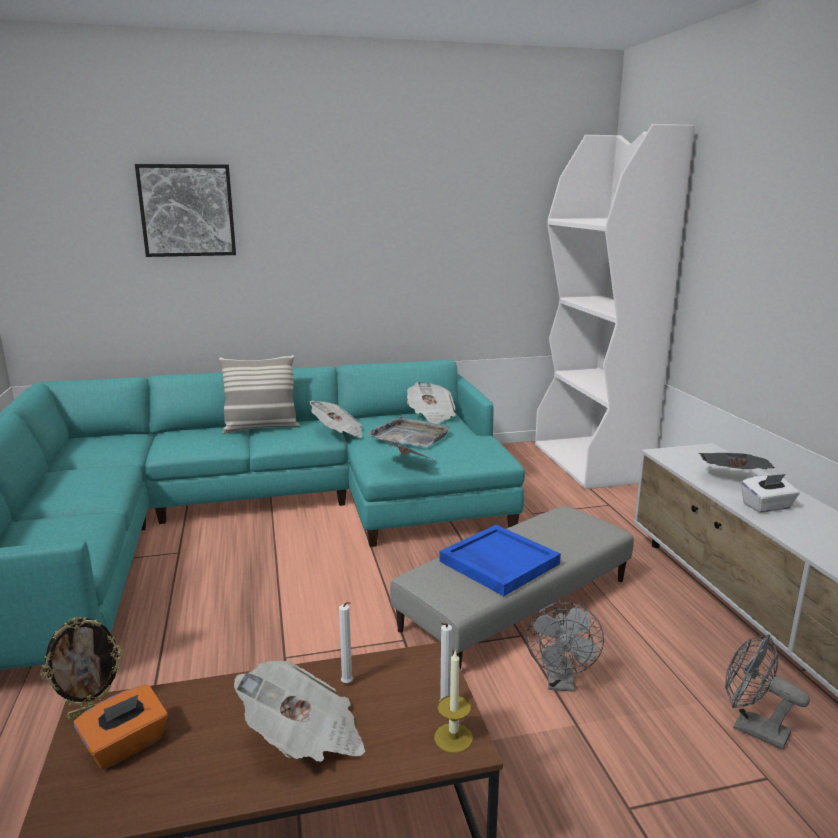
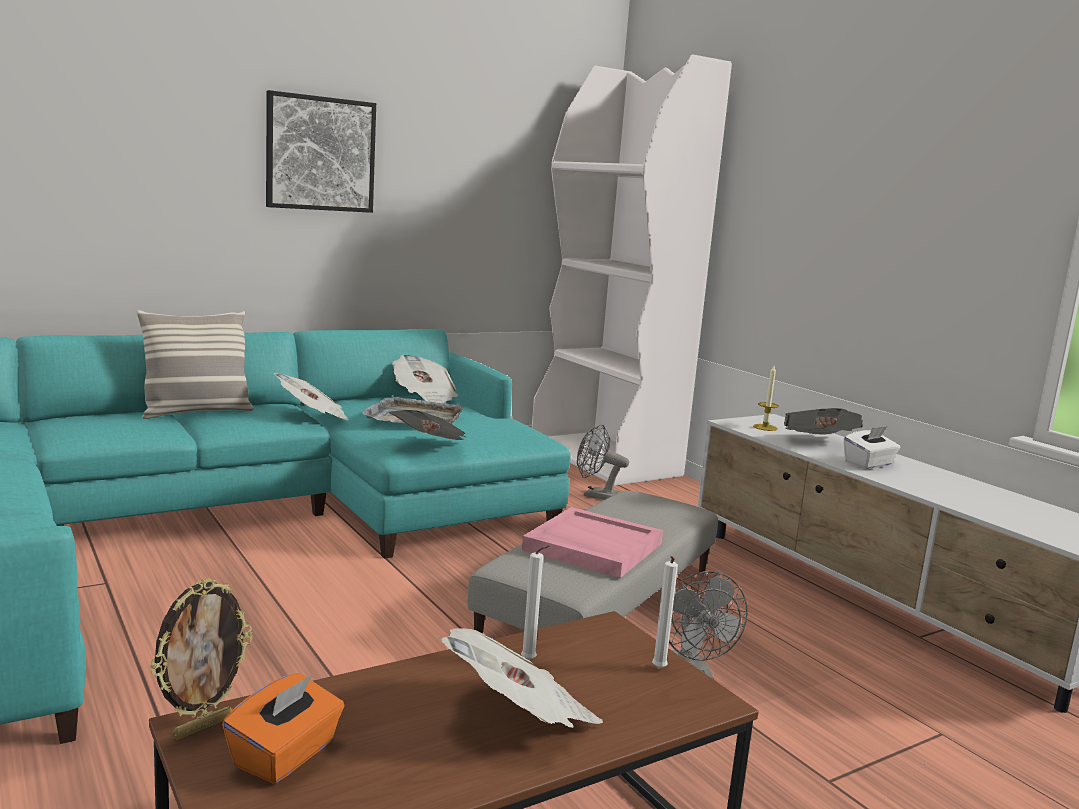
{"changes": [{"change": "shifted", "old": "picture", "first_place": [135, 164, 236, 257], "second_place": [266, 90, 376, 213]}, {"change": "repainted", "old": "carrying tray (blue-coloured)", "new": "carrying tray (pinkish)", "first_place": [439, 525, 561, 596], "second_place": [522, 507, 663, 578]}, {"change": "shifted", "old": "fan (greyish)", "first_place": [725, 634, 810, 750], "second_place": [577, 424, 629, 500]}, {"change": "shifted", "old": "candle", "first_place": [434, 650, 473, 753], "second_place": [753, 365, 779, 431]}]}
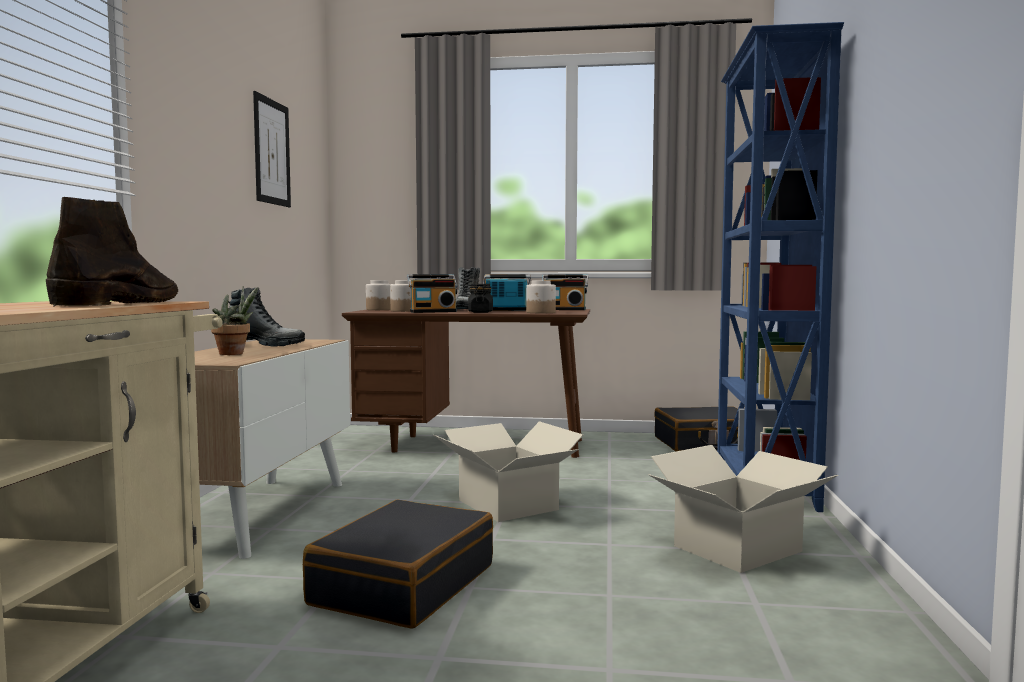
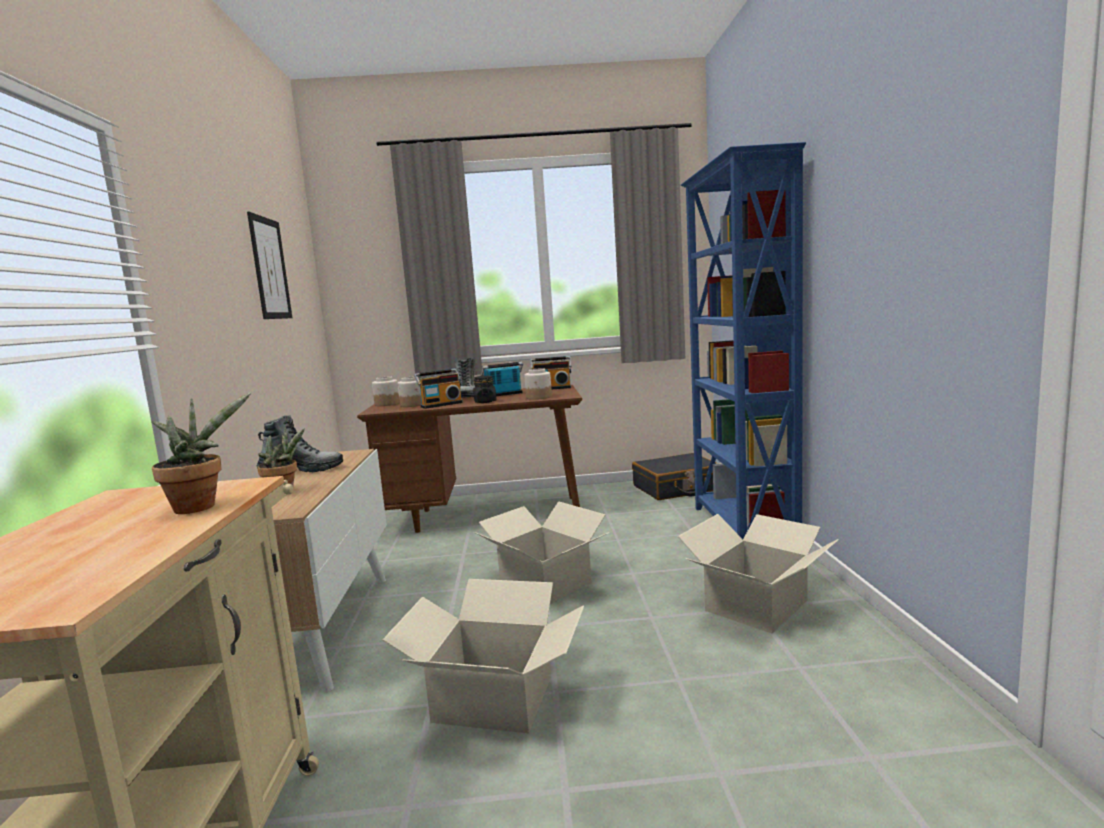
{"changes": [{"change": "swapped", "old": "high-top boot (brown)", "new": "houseplant", "first_place": [46, 197, 178, 306], "second_place": [151, 393, 251, 514]}, {"change": "swapped", "old": "piece of luggage (blackish)", "new": "cardboard box", "first_place": [303, 500, 493, 629], "second_place": [382, 579, 584, 733]}]}
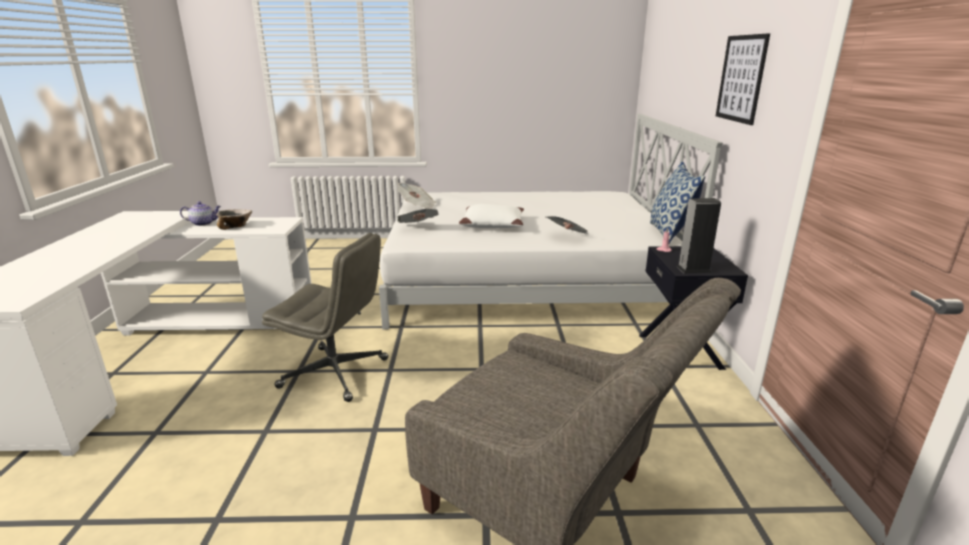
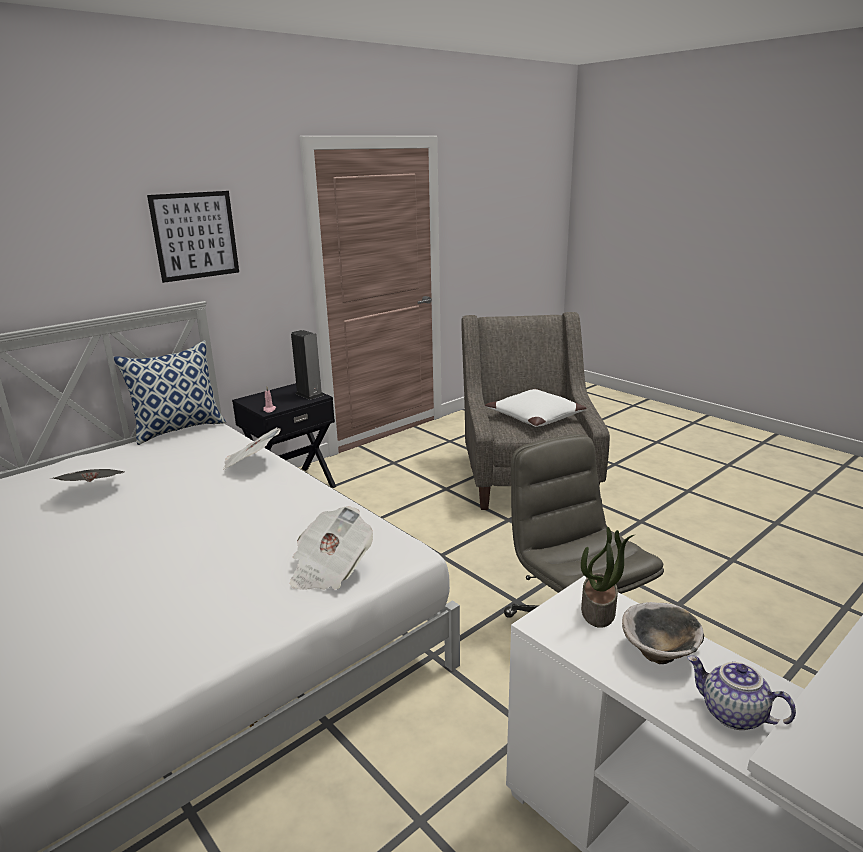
{"changes": [{"change": "shifted", "old": "printed paper", "first_place": [397, 183, 436, 209], "second_place": [53, 469, 124, 482]}, {"change": "shifted", "old": "throw pillow (white)", "first_place": [459, 204, 524, 228], "second_place": [485, 389, 587, 427]}, {"change": "new", "new": "houseplant", "second_place": [581, 527, 634, 628]}]}
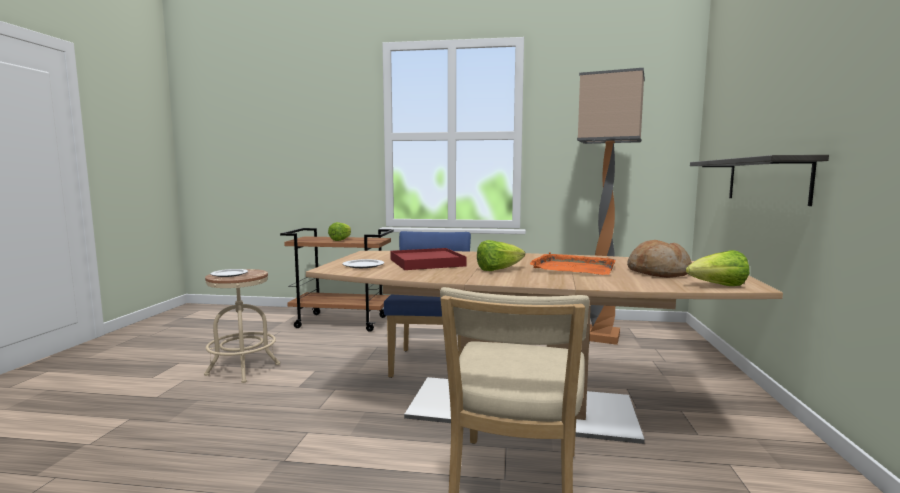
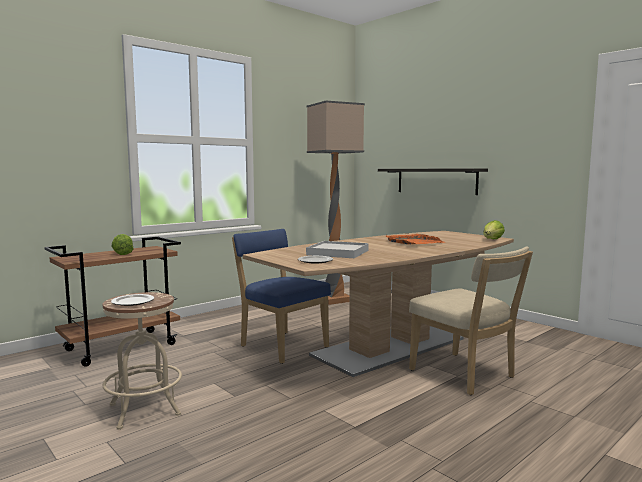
{"changes": [{"change": "gone", "old": "lettuce", "first_place": [477, 240, 525, 271]}, {"change": "gone", "old": "bakery bread", "first_place": [627, 240, 692, 278]}, {"change": "repainted", "old": "carrying tray (reddish)", "new": "carrying tray (white)", "first_place": [390, 248, 467, 270], "second_place": [306, 241, 369, 258]}]}
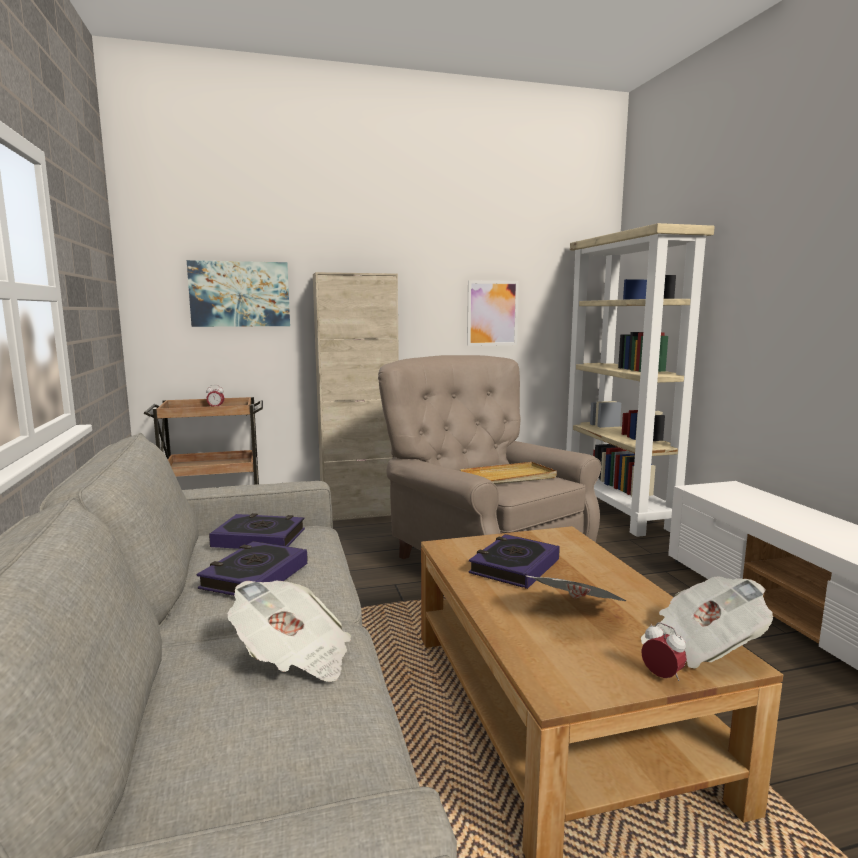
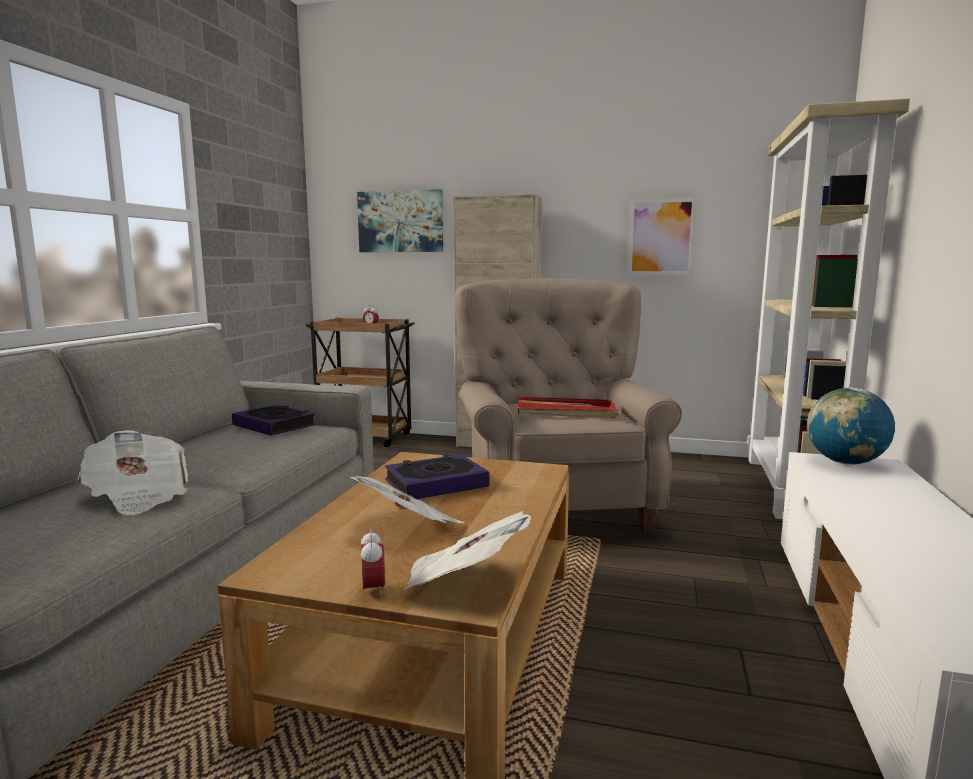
{"changes": [{"change": "repainted", "old": "carrying tray (beige-coloured)", "new": "carrying tray (reddish)", "first_place": [460, 462, 557, 485], "second_place": [518, 397, 618, 418]}, {"change": "gone", "old": "bound book", "first_place": [197, 541, 308, 596]}, {"change": "new", "new": "world globe", "second_place": [807, 387, 895, 465]}]}
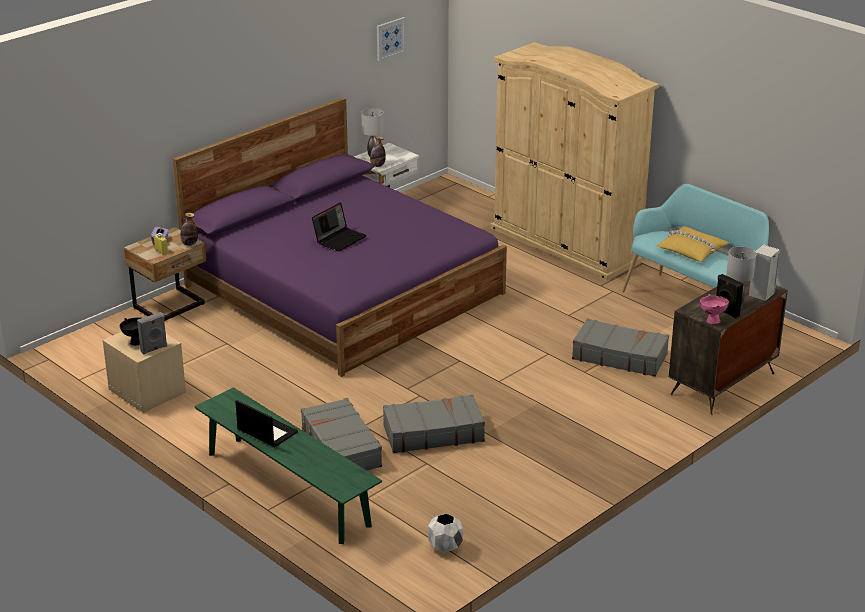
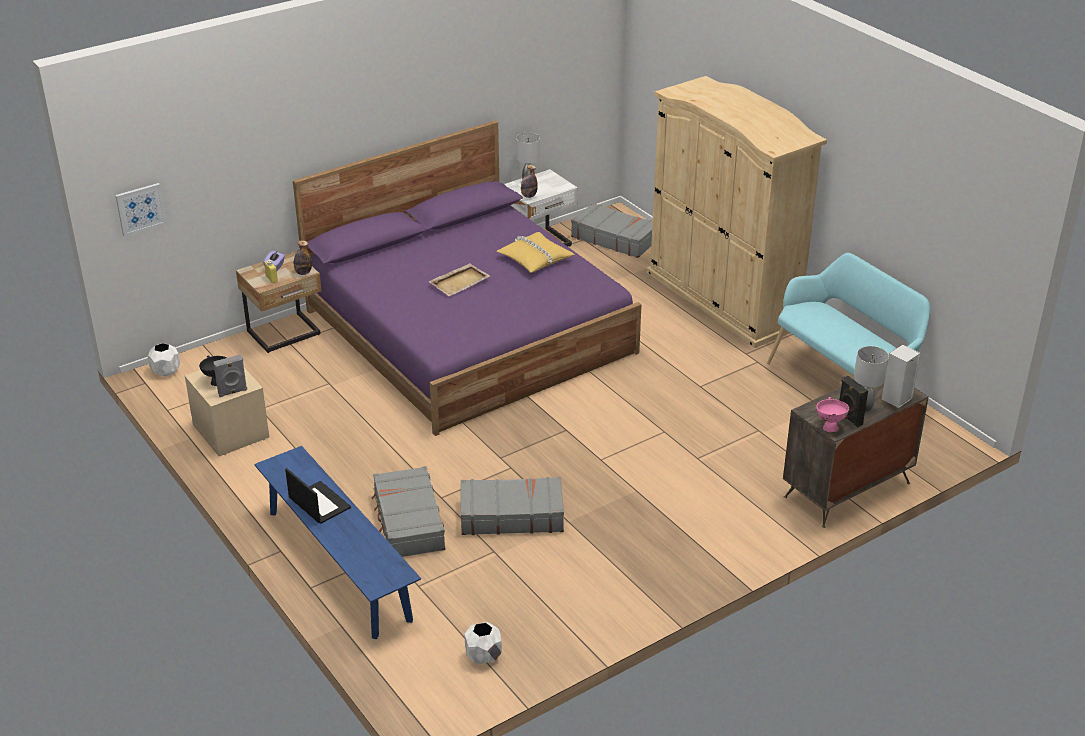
{"changes": [{"change": "shifted", "old": "picture", "first_place": [377, 17, 406, 61], "second_place": [115, 183, 167, 236]}, {"change": "swapped", "old": "portable computer", "new": "carrying tray (beige-coloured)", "first_place": [312, 202, 367, 252], "second_place": [429, 263, 490, 296]}, {"change": "shifted", "old": "throw pillow (yellow)", "first_place": [656, 226, 729, 262], "second_place": [497, 232, 575, 273]}, {"change": "shifted", "old": "piece of luggage (greyish)", "first_place": [572, 318, 669, 377], "second_place": [571, 203, 653, 258]}, {"change": "repainted", "old": "indoor bench (green-coloured)", "new": "indoor bench (blue-coloured)", "first_place": [194, 387, 382, 544], "second_place": [255, 446, 421, 639]}, {"change": "new", "new": "plant pot (white)", "second_place": [148, 343, 180, 377]}]}
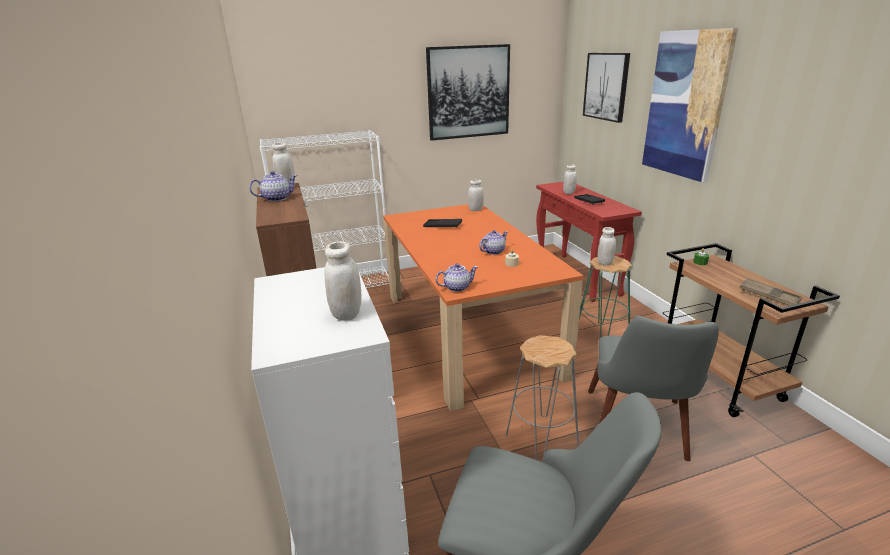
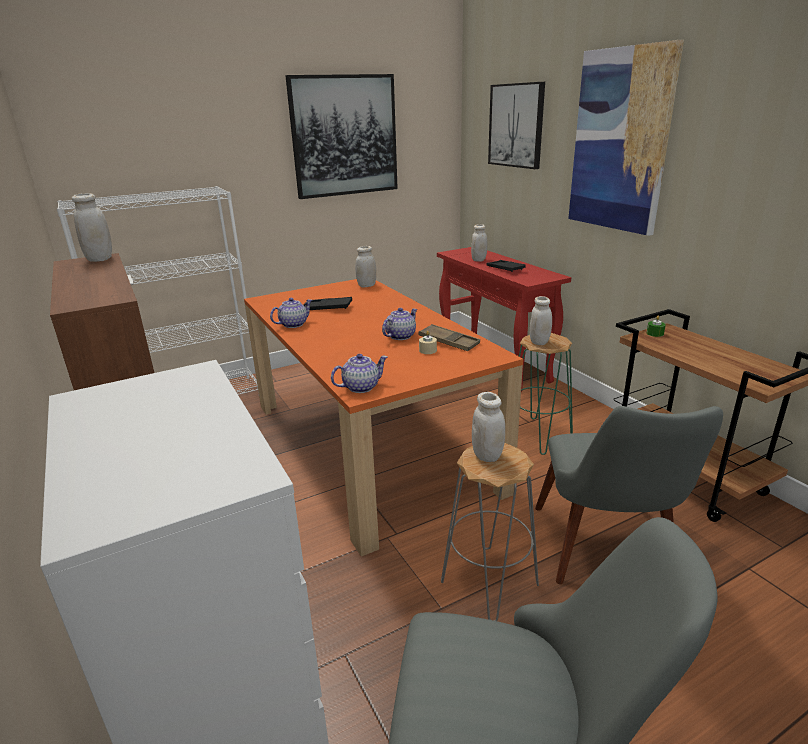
{"changes": [{"change": "shifted", "old": "teapot", "first_place": [249, 171, 297, 202], "second_place": [270, 298, 312, 328]}, {"change": "shifted", "old": "jar (white)", "first_place": [325, 241, 361, 320], "second_place": [472, 392, 505, 462]}, {"change": "shifted", "old": "carrying tray (brown)", "first_place": [740, 278, 802, 306], "second_place": [419, 324, 480, 351]}]}
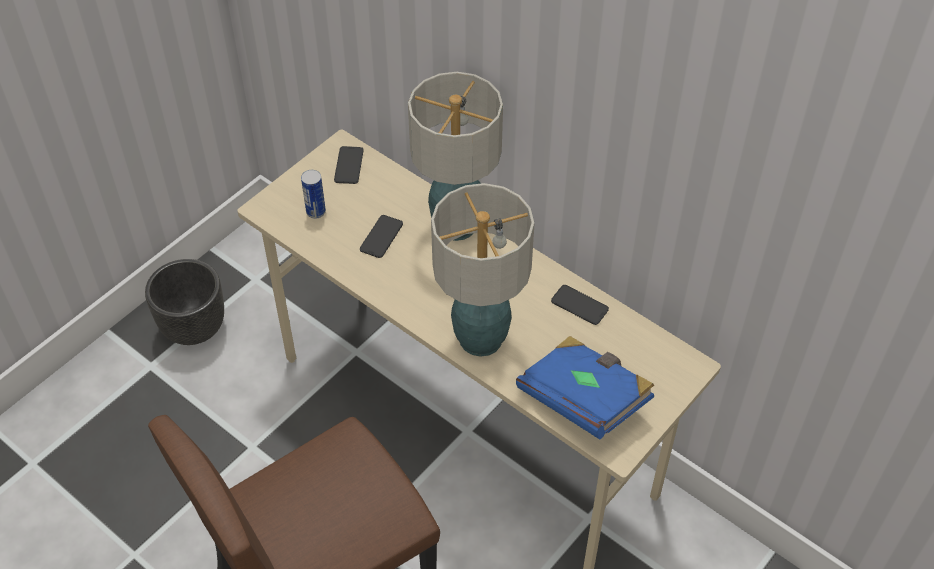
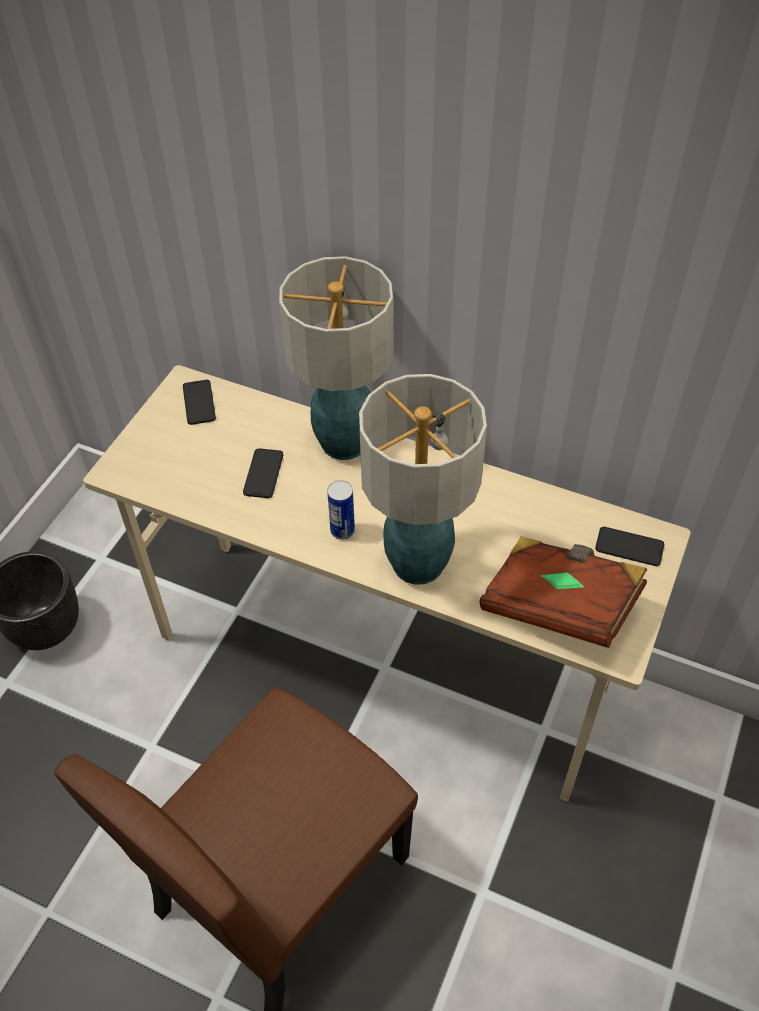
{"changes": [{"change": "shifted", "old": "can", "first_place": [301, 170, 326, 219], "second_place": [327, 481, 355, 540]}, {"change": "shifted", "old": "handset", "first_place": [551, 285, 609, 325], "second_place": [595, 527, 665, 566]}, {"change": "repainted", "old": "bound book (blue-coloured)", "new": "bound book (brown)", "first_place": [516, 336, 654, 439], "second_place": [480, 536, 647, 648]}]}
